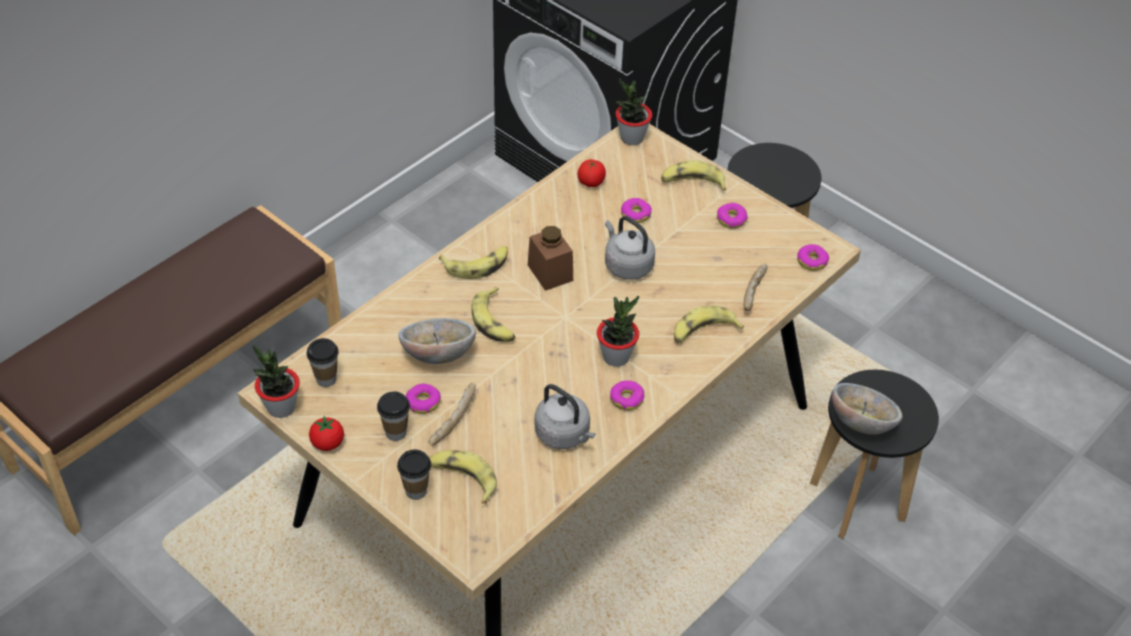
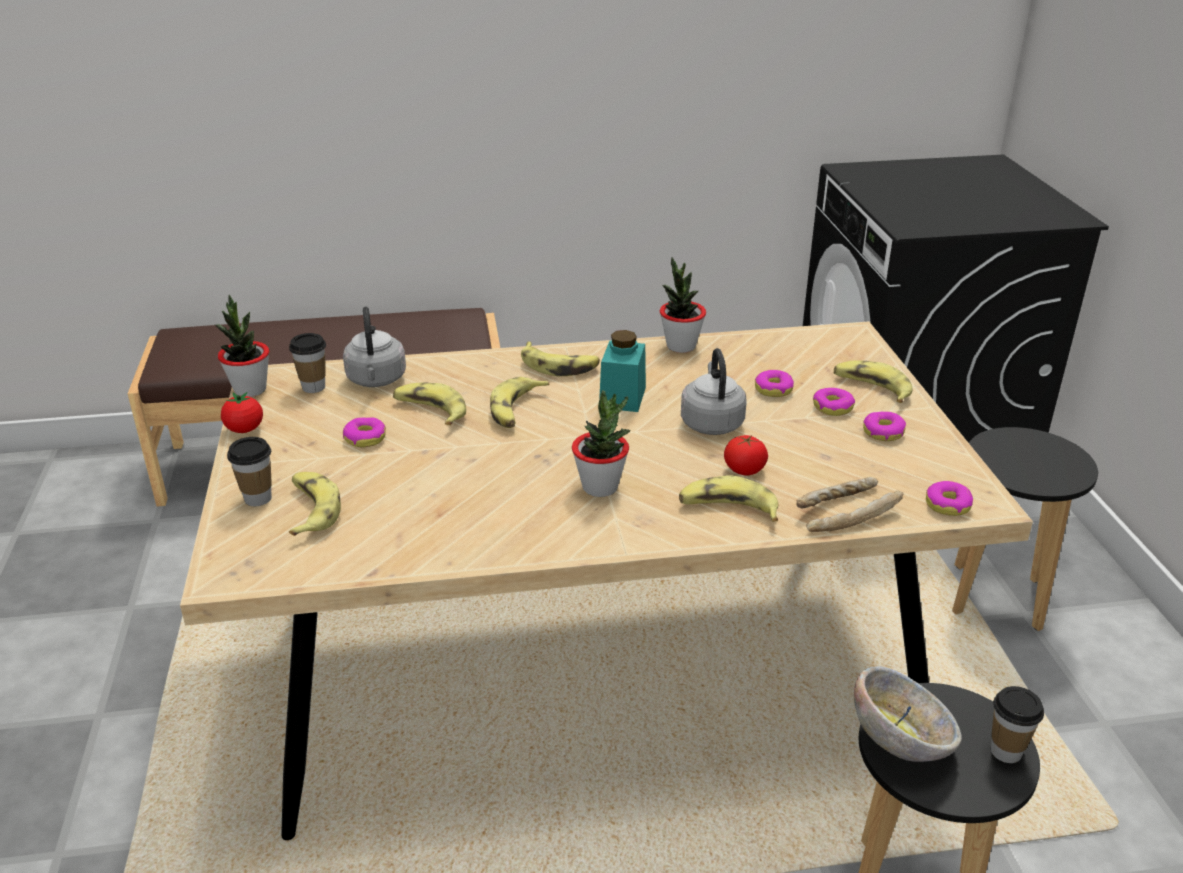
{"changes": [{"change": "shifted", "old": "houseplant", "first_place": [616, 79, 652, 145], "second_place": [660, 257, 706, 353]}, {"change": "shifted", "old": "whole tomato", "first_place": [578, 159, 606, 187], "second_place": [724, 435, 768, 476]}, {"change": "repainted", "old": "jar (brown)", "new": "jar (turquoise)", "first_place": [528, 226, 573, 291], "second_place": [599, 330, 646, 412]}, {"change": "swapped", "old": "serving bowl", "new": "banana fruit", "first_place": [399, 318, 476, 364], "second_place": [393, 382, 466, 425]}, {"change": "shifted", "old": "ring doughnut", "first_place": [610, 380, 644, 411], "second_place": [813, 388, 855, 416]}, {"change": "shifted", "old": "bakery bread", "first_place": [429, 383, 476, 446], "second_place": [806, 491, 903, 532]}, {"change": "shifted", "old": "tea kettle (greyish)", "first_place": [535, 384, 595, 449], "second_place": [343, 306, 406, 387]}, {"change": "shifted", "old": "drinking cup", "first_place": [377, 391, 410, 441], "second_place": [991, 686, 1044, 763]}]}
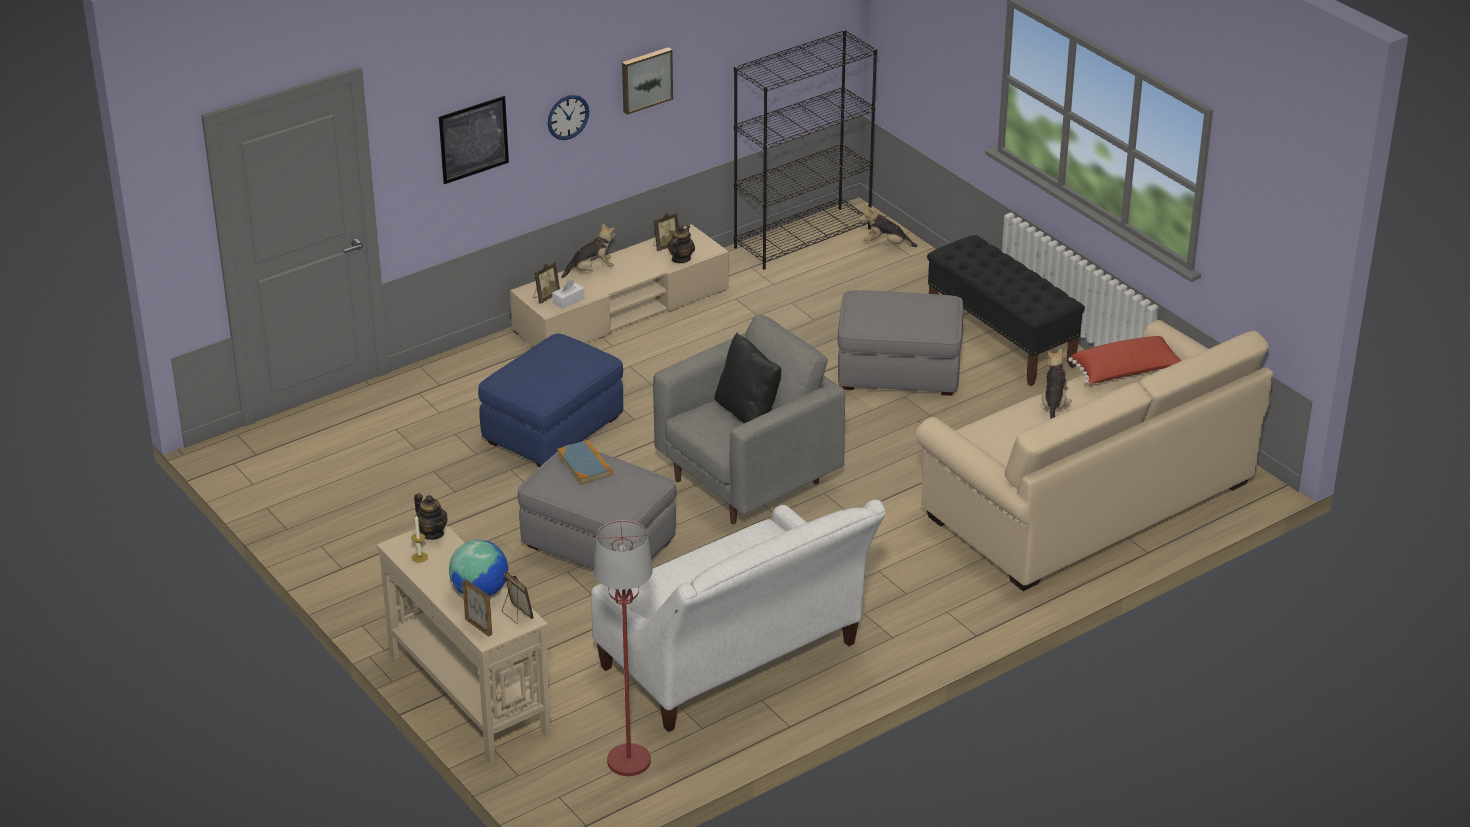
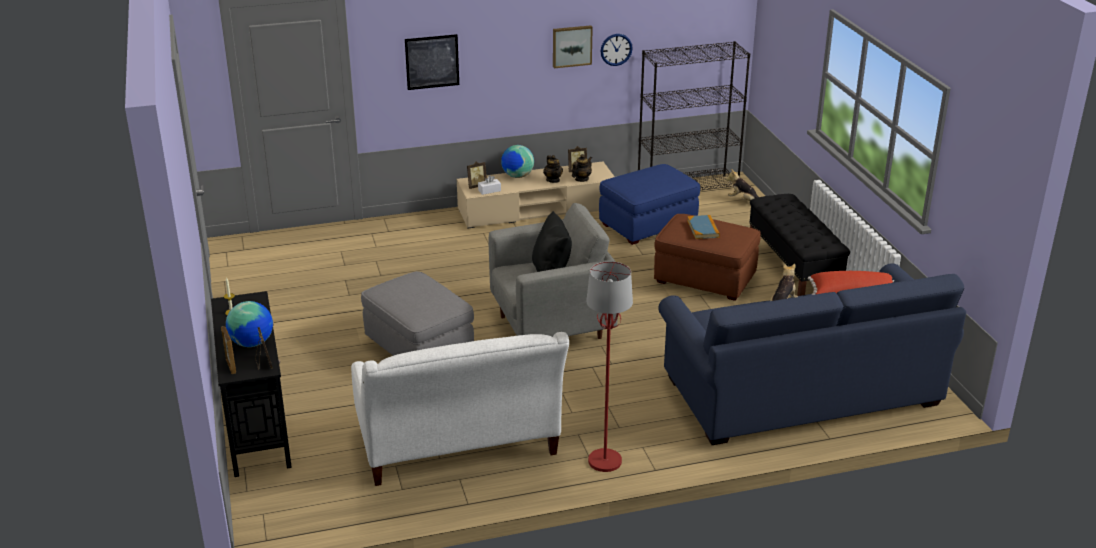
{"changes": [{"change": "shifted", "old": "hanging clock", "first_place": [548, 95, 589, 140], "second_place": [600, 34, 633, 66]}, {"change": "swapped", "old": "cuddly toy", "new": "world globe", "first_place": [561, 223, 616, 278], "second_place": [501, 145, 534, 178]}, {"change": "repainted", "old": "footrest (greyish)", "new": "footrest (brown)", "first_place": [838, 290, 963, 396], "second_place": [654, 214, 761, 301]}, {"change": "repainted", "old": "couch (beige-coloured)", "new": "couch (blue-coloured)", "first_place": [915, 320, 1273, 591], "second_place": [658, 263, 966, 445]}, {"change": "shifted", "old": "footrest (blue-coloured)", "first_place": [478, 334, 623, 467], "second_place": [599, 164, 700, 245]}, {"change": "shifted", "old": "bound book", "first_place": [557, 440, 612, 485], "second_place": [687, 215, 720, 239]}, {"change": "shifted", "old": "teapot", "first_place": [414, 493, 447, 540], "second_place": [543, 155, 563, 183]}, {"change": "shifted", "old": "standard lamp (reddish)", "first_place": [594, 520, 653, 776], "second_place": [586, 261, 633, 472]}, {"change": "repainted", "old": "hall table (beige-coloured)", "new": "hall table (blackish)", "first_place": [377, 525, 551, 763], "second_place": [211, 291, 292, 477]}]}
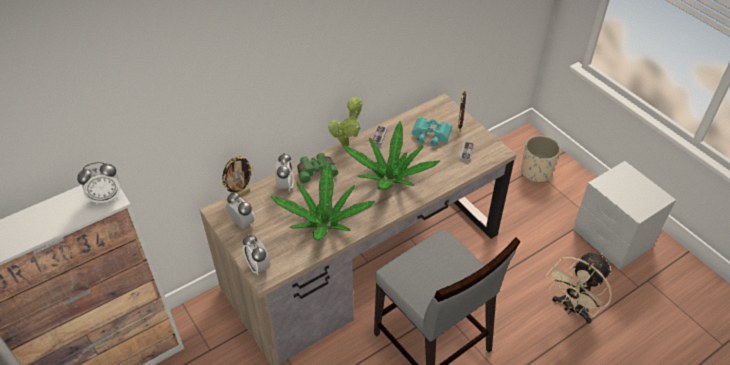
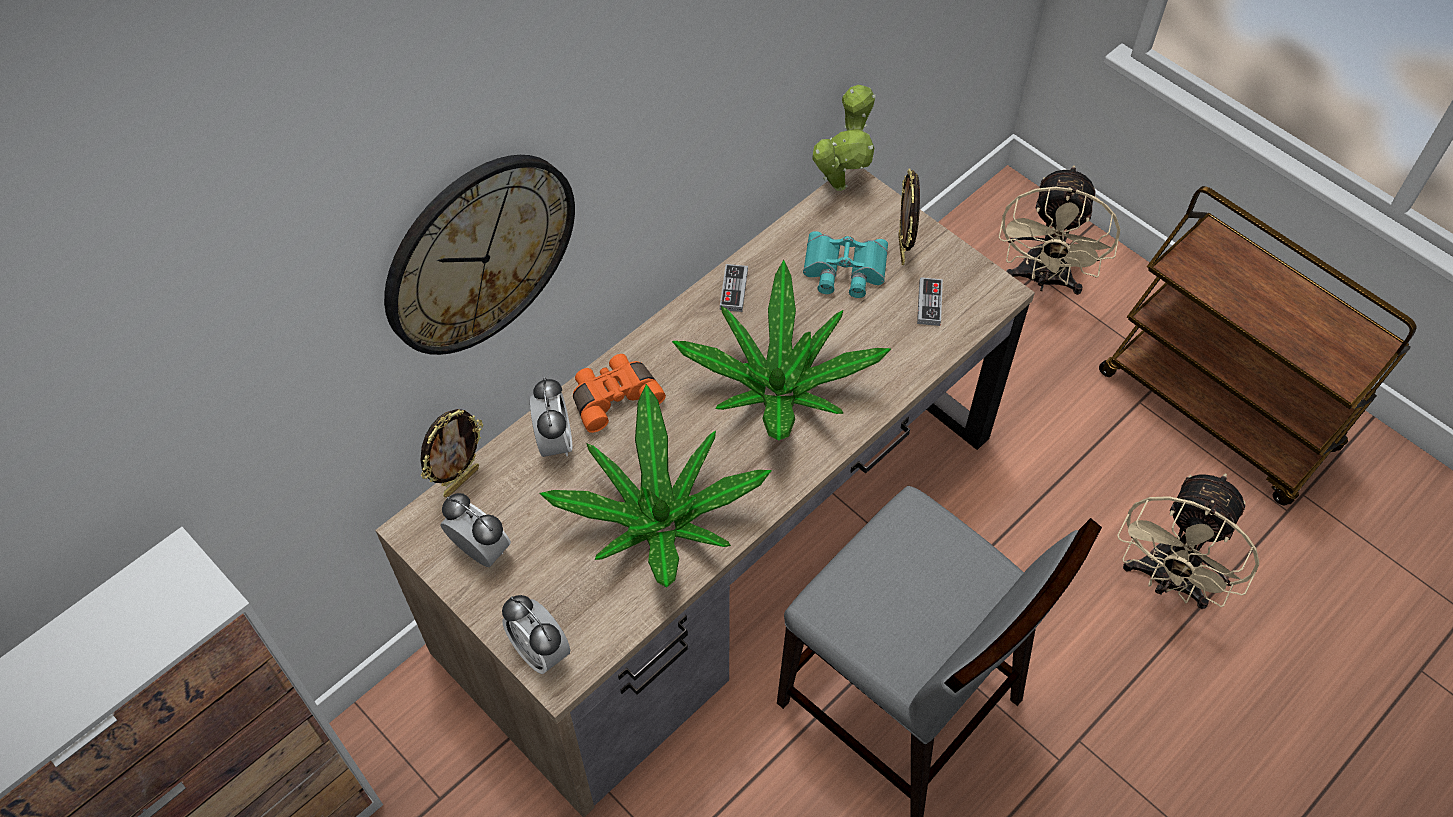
{"changes": [{"change": "shifted", "old": "houseplant", "first_place": [328, 97, 363, 147], "second_place": [813, 85, 876, 191]}, {"change": "swapped", "old": "plant pot (beige-coloured)", "new": "fan (beige-coloured)", "first_place": [521, 135, 560, 183], "second_place": [999, 165, 1120, 295]}, {"change": "repainted", "old": "field glasses (green-coloured)", "new": "field glasses (orange-coloured)", "first_place": [297, 153, 338, 184], "second_place": [573, 354, 666, 433]}, {"change": "swapped", "old": "nightstand (greyish)", "new": "wheeled cart (brown)", "first_place": [573, 161, 676, 270], "second_place": [1099, 186, 1416, 505]}, {"change": "gone", "old": "bedside clock", "first_place": [77, 162, 120, 205]}, {"change": "new", "new": "hanging clock", "second_place": [384, 155, 575, 355]}]}
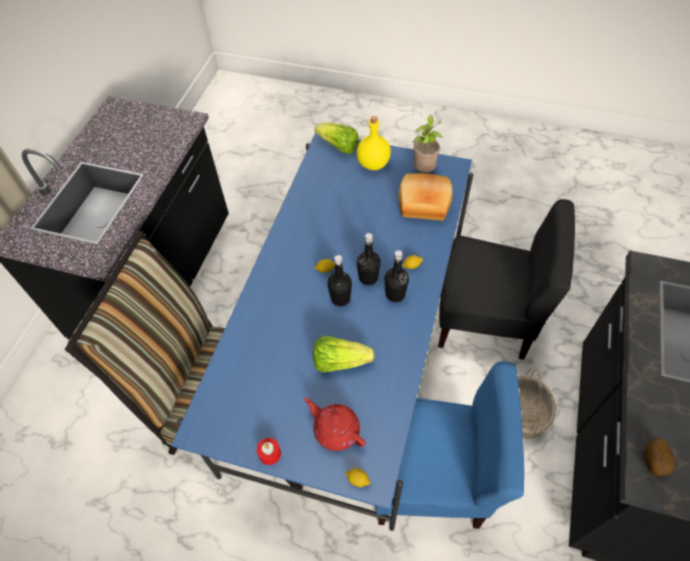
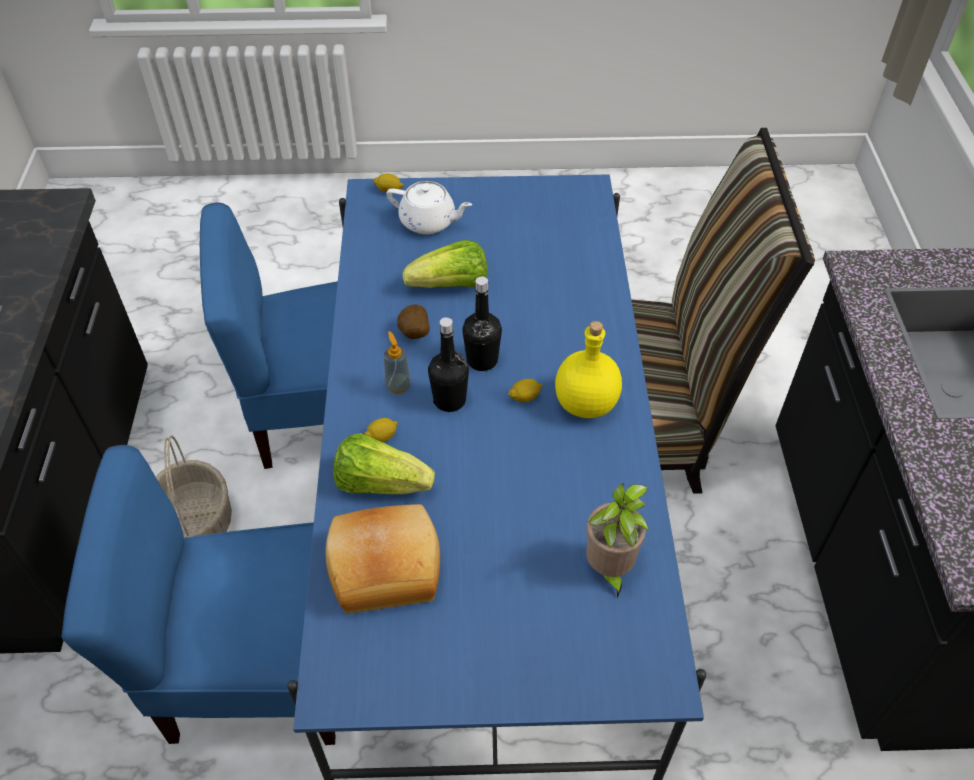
{"changes": [{"change": "shifted", "old": "houseplant", "first_place": [413, 115, 443, 173], "second_place": [586, 483, 649, 598]}, {"change": "shifted", "old": "drink bottle (yellow)", "first_place": [357, 116, 391, 170], "second_place": [555, 321, 622, 418]}, {"change": "shifted", "old": "lettuce", "first_place": [314, 123, 359, 154], "second_place": [333, 433, 435, 494]}, {"change": "repainted", "old": "plain chair (blackish)", "new": "plain chair (blue-coloured)", "first_place": [438, 199, 575, 360], "second_place": [62, 445, 336, 745]}, {"change": "swapped", "old": "drink bottle (blackish)", "new": "soap dispenser", "first_place": [384, 250, 409, 302], "second_place": [384, 331, 411, 394]}, {"change": "repainted", "old": "teapot (reddish)", "new": "teapot (white)", "first_place": [304, 398, 366, 451], "second_place": [386, 181, 472, 234]}, {"change": "gone", "old": "candle (reddish)", "first_place": [257, 438, 281, 465]}, {"change": "shifted", "old": "spud", "first_place": [645, 438, 675, 476], "second_place": [397, 305, 430, 339]}]}
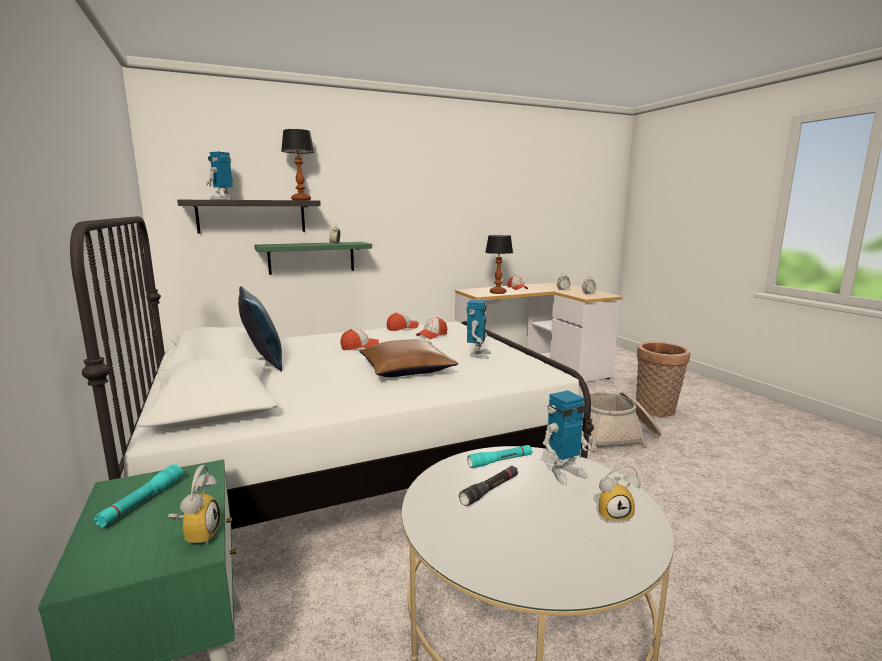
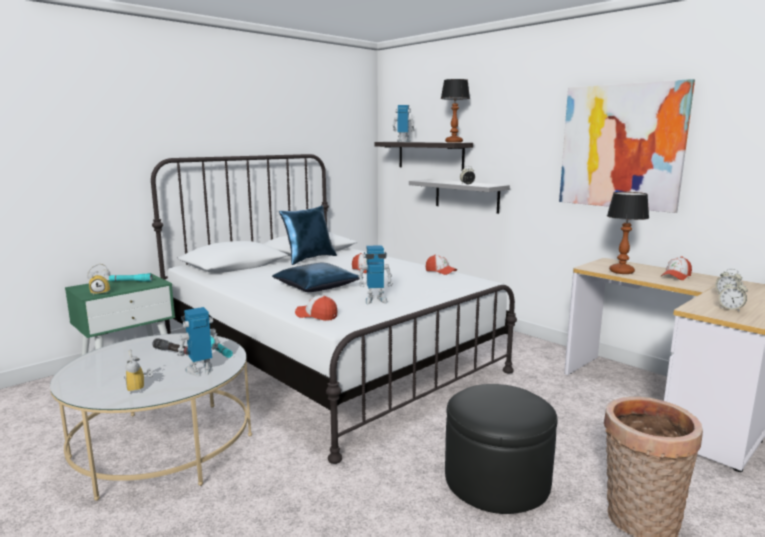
{"changes": [{"change": "repainted", "old": "bracket shelf (green-coloured)", "new": "bracket shelf (greyish)", "first_place": [254, 242, 372, 275], "second_place": [409, 179, 510, 214]}, {"change": "shifted", "old": "cap", "first_place": [416, 317, 447, 339], "second_place": [295, 295, 338, 321]}, {"change": "repainted", "old": "throw pillow (brown)", "new": "throw pillow (blue-coloured)", "first_place": [359, 339, 459, 377], "second_place": [272, 263, 360, 292]}, {"change": "rotated", "old": "model robot", "first_place": [543, 390, 591, 485], "second_place": [177, 307, 220, 377], "degrees": 105}, {"change": "swapped", "old": "basket", "new": "footrest (blackish)", "first_place": [582, 391, 661, 452], "second_place": [445, 384, 558, 514]}, {"change": "new", "new": "picture", "second_place": [559, 79, 695, 213]}]}
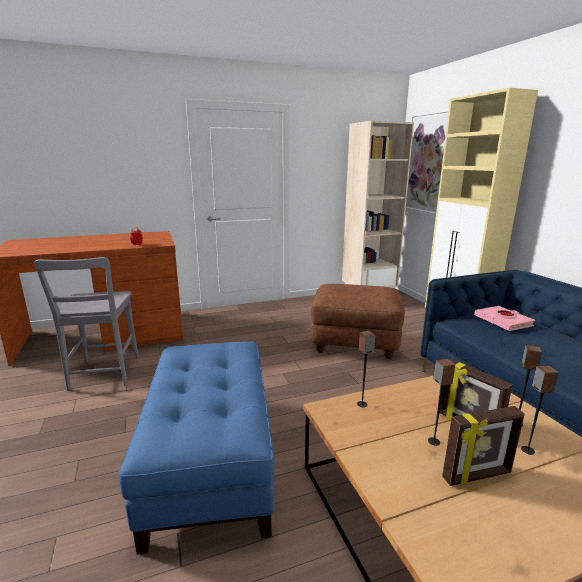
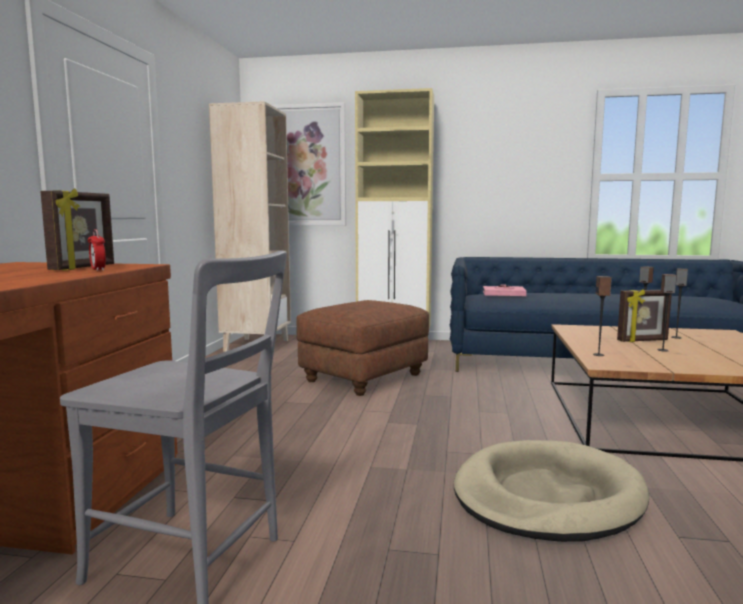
{"changes": [{"change": "swapped", "old": "footrest (blue-coloured)", "new": "pet bed (beige-coloured)", "first_place": [119, 341, 275, 555], "second_place": [454, 440, 649, 542]}, {"change": "shifted", "old": "picture frame", "first_place": [442, 406, 525, 486], "second_place": [40, 188, 114, 270]}]}
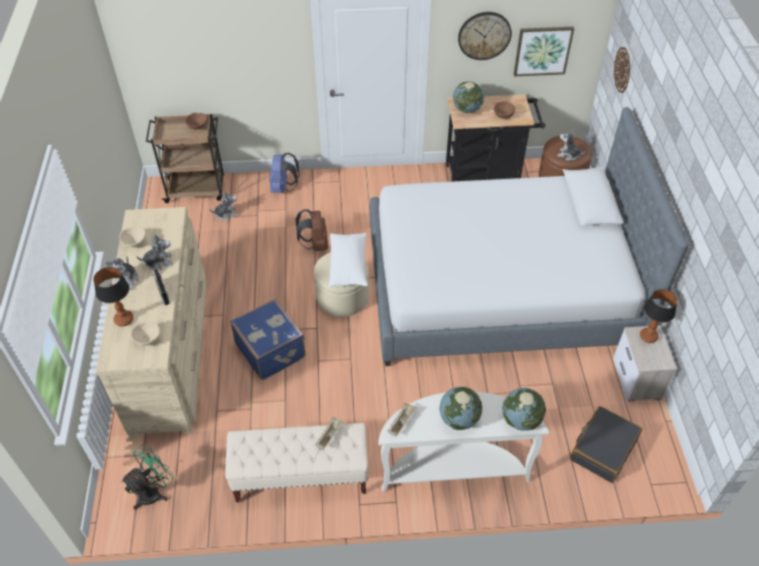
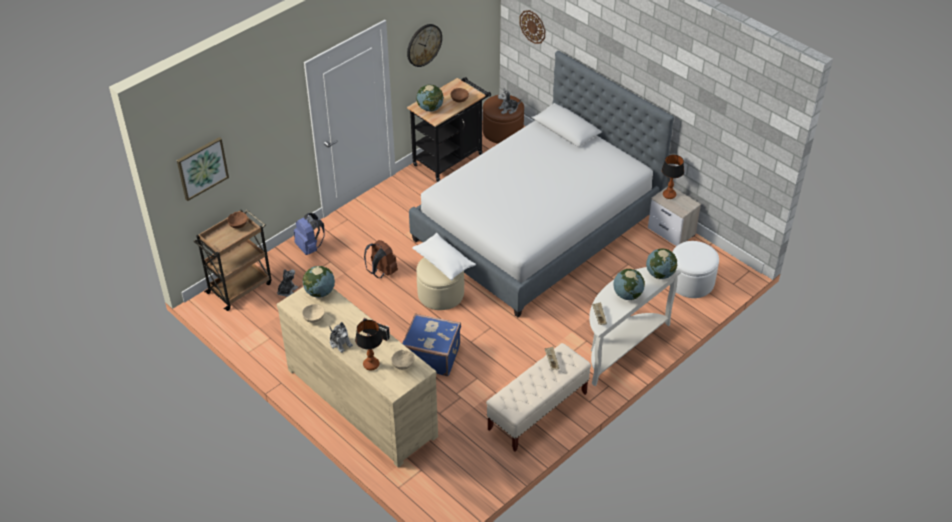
{"changes": [{"change": "shifted", "old": "picture", "first_place": [514, 27, 574, 77], "second_place": [177, 137, 229, 201]}, {"change": "gone", "old": "cuddly toy", "first_place": [136, 235, 173, 270]}, {"change": "swapped", "old": "piece of luggage (blackish)", "new": "footrest (white)", "first_place": [570, 406, 642, 483], "second_place": [672, 241, 719, 298]}, {"change": "gone", "old": "fan (green-coloured)", "first_place": [121, 444, 174, 510]}, {"change": "new", "new": "world globe", "second_place": [303, 266, 335, 298]}]}
